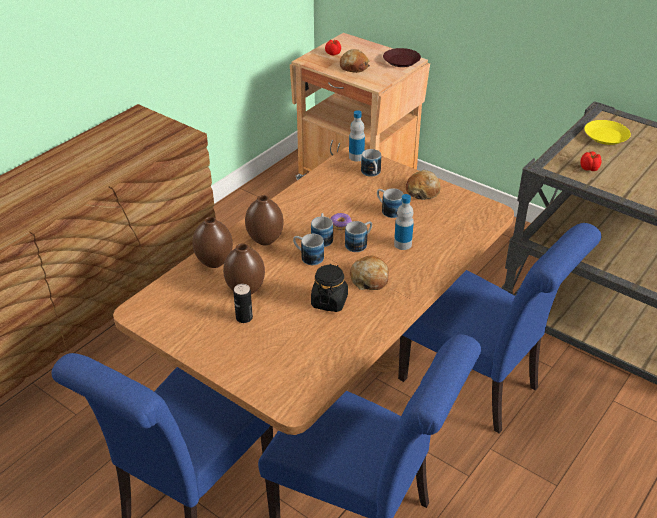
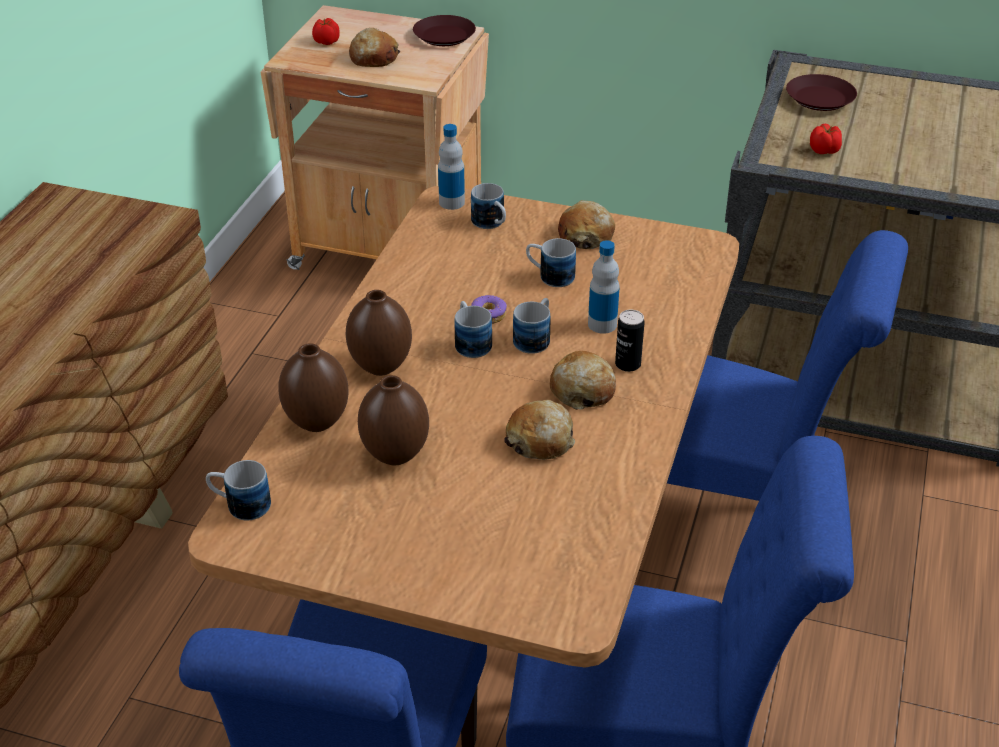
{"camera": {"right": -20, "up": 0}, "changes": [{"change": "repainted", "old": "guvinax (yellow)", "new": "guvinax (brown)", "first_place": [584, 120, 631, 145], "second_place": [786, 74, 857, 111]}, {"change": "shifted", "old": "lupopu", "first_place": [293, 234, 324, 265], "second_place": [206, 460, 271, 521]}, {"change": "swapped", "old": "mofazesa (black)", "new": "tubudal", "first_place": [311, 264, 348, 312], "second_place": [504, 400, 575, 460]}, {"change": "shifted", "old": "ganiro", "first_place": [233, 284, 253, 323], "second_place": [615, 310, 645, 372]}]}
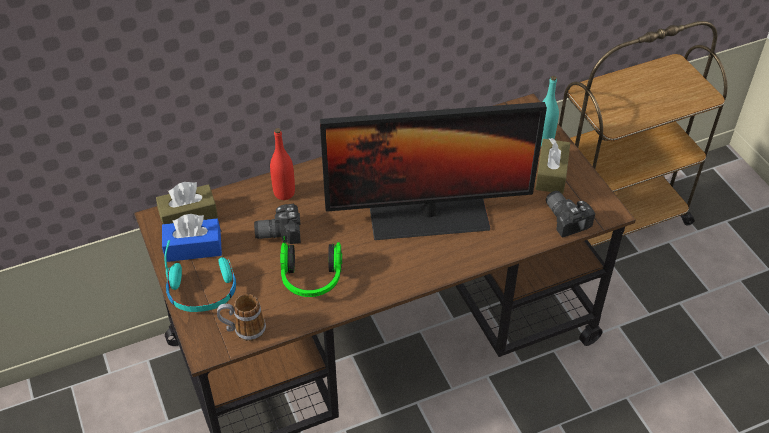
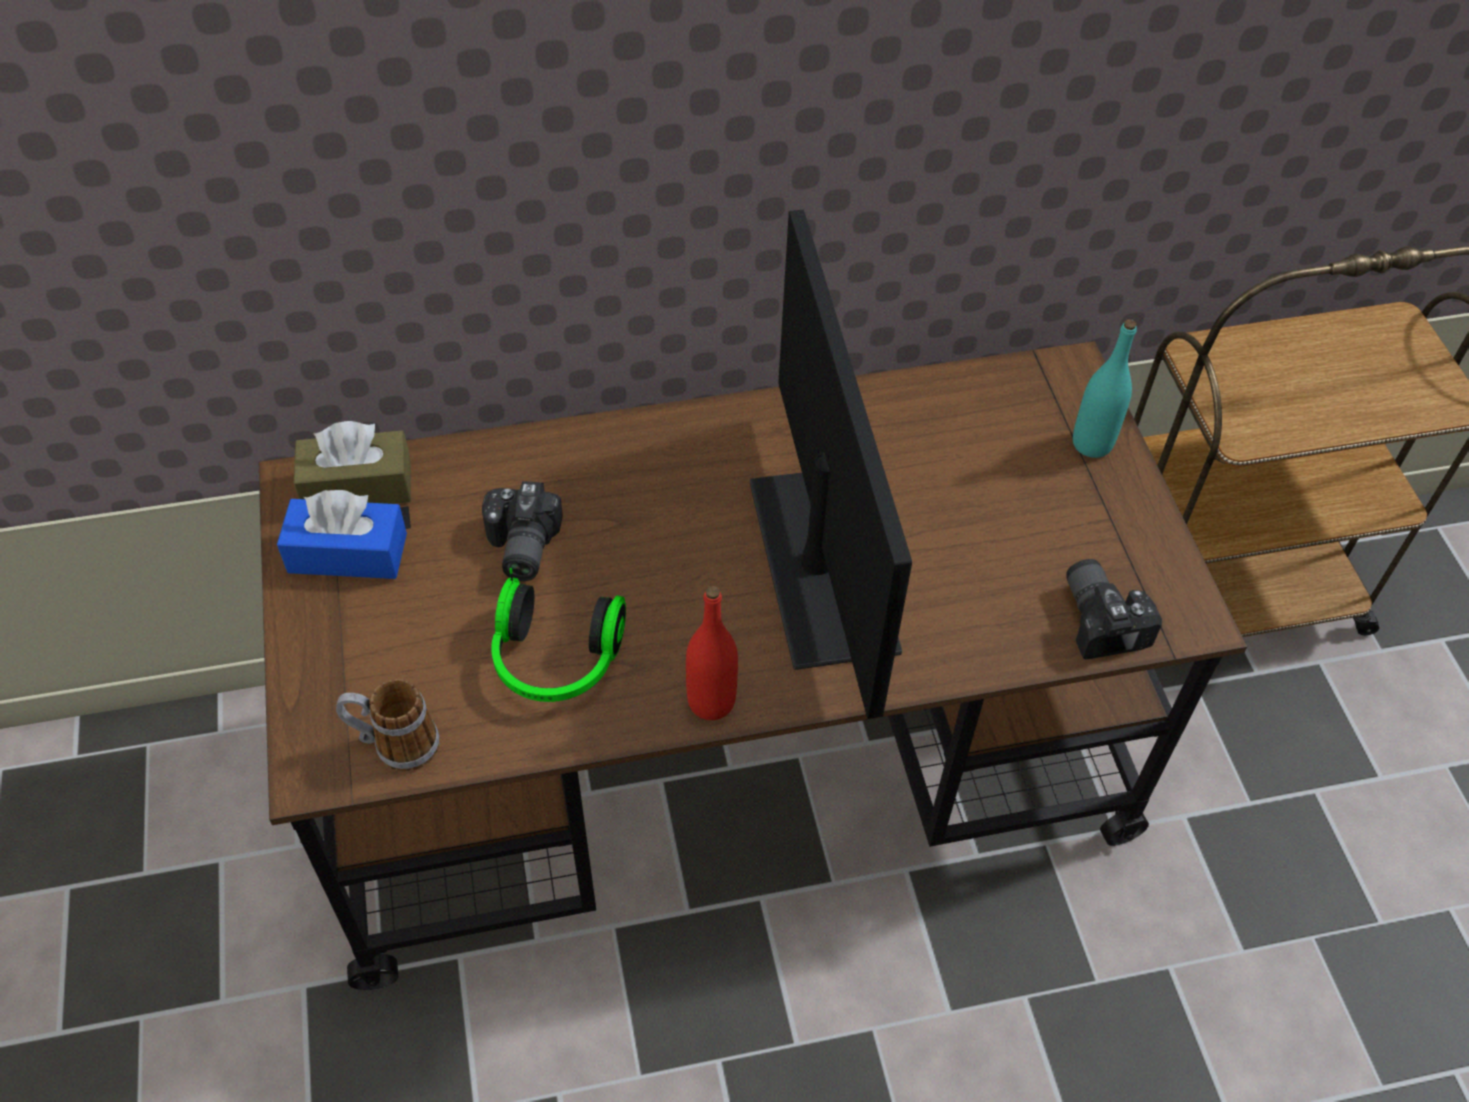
{"camera": {"right": 10, "up": 5}, "changes": [{"change": "rotated", "old": "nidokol", "first_place": [320, 102, 547, 240], "second_place": [750, 210, 912, 719], "degrees": -105}, {"change": "shifted", "old": "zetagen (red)", "first_place": [270, 128, 295, 200], "second_place": [686, 586, 738, 720]}, {"change": "gone", "old": "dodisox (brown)", "first_place": [535, 138, 570, 194]}, {"change": "rotated", "old": "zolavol", "first_place": [254, 204, 301, 244], "second_place": [482, 481, 563, 581], "degrees": -90}, {"change": "gone", "old": "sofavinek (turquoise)", "first_place": [165, 240, 236, 312]}]}
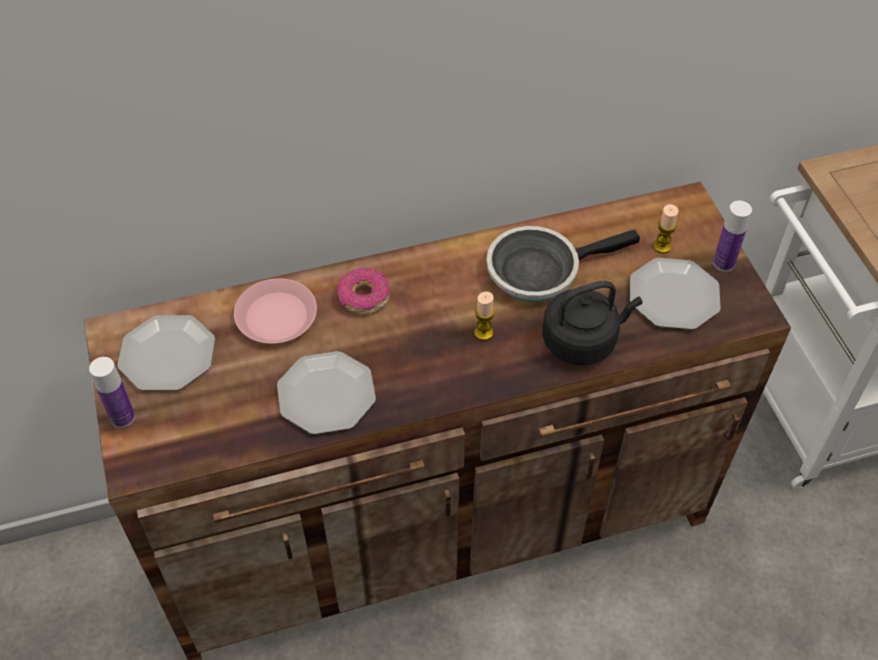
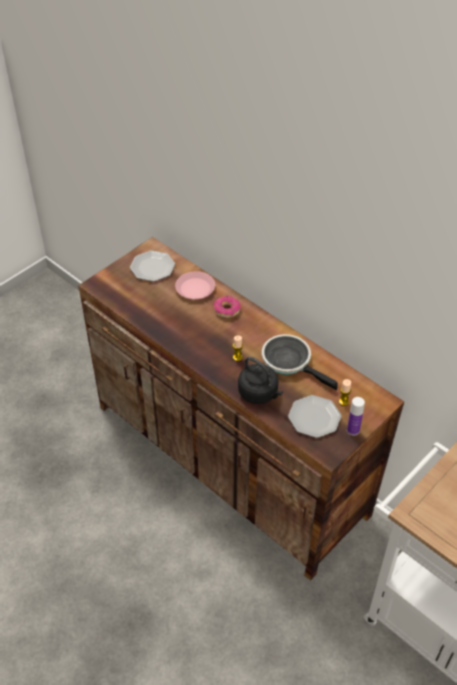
{"camera": {"right": 60, "up": -5}, "changes": [{"change": "gone", "old": "guvinax", "first_place": [277, 351, 376, 435]}, {"change": "gone", "old": "zetagen", "first_place": [89, 357, 135, 428]}]}
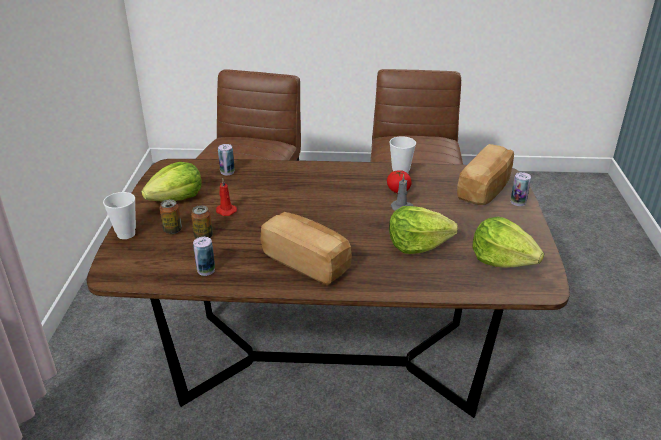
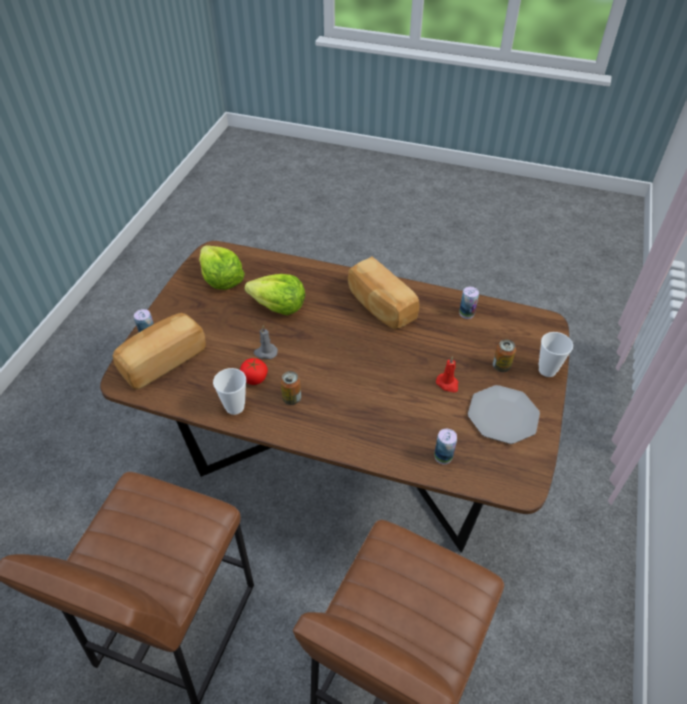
{"camera": {"right": -165, "up": 15}, "changes": [{"change": "swapped", "old": "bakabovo", "new": "guvinax", "first_place": [141, 162, 202, 201], "second_place": [468, 385, 540, 444]}, {"change": "shifted", "old": "ganiro", "first_place": [191, 205, 213, 238], "second_place": [280, 371, 301, 405]}]}
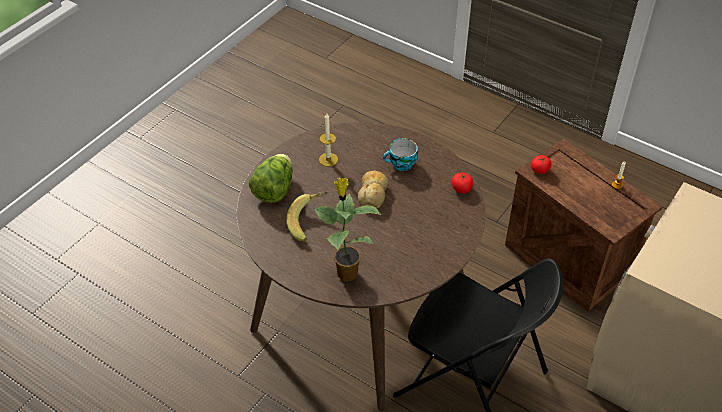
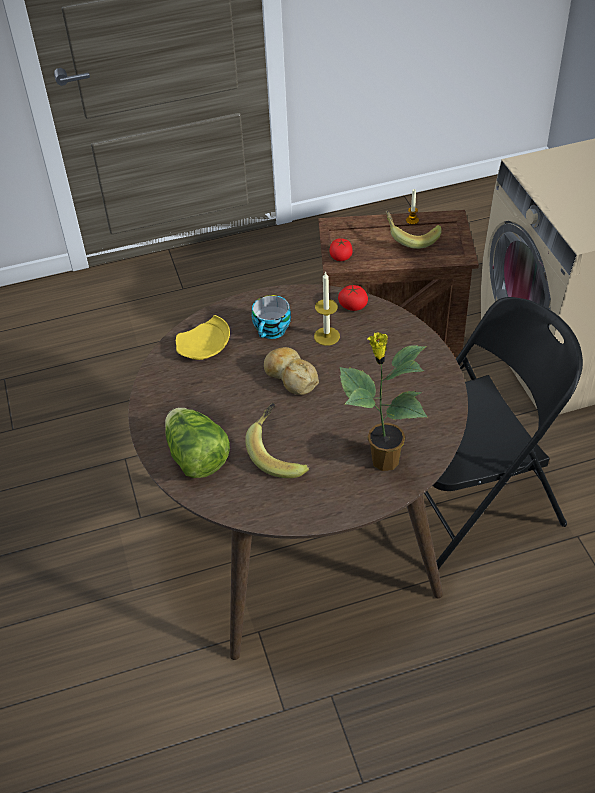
{"camera": {"right": -50, "up": 0}, "changes": [{"change": "shifted", "old": "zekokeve", "first_place": [319, 113, 338, 167], "second_place": [314, 271, 340, 346]}, {"change": "new", "new": "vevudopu", "second_place": [386, 211, 442, 249]}, {"change": "new", "new": "guvinax (yellow)", "second_place": [176, 315, 230, 360]}]}
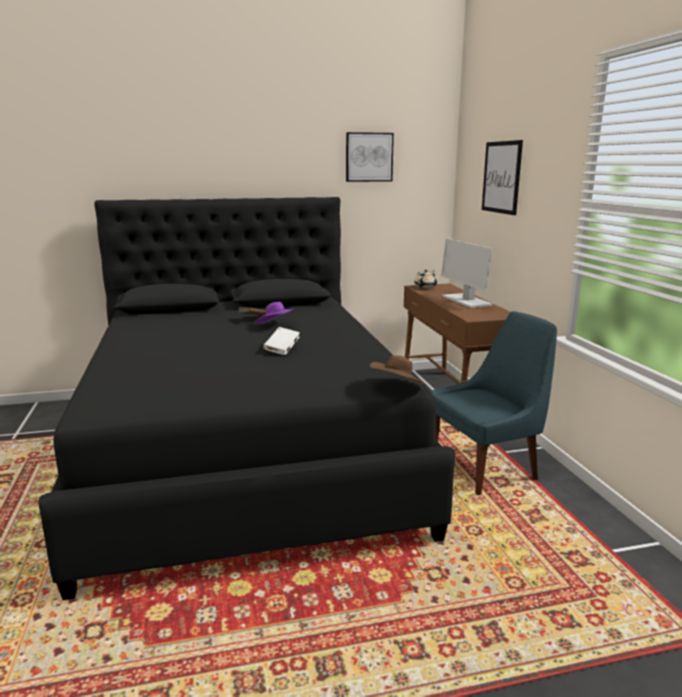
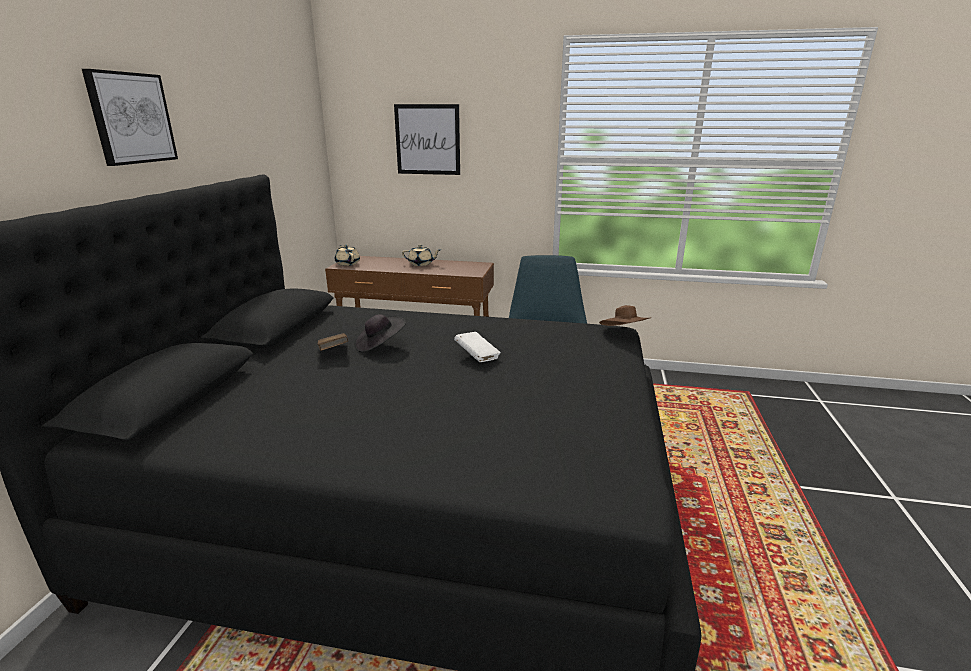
{"camera": {"right": -65, "up": 5}, "changes": [{"change": "shifted", "old": "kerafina", "first_place": [346, 132, 394, 182], "second_place": [82, 69, 178, 166]}, {"change": "swapped", "old": "nidokol", "new": "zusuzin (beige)", "first_place": [441, 238, 493, 308], "second_place": [402, 245, 441, 266]}, {"change": "repainted", "old": "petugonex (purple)", "new": "petugonex (black)", "first_place": [255, 302, 294, 324], "second_place": [355, 314, 406, 352]}]}
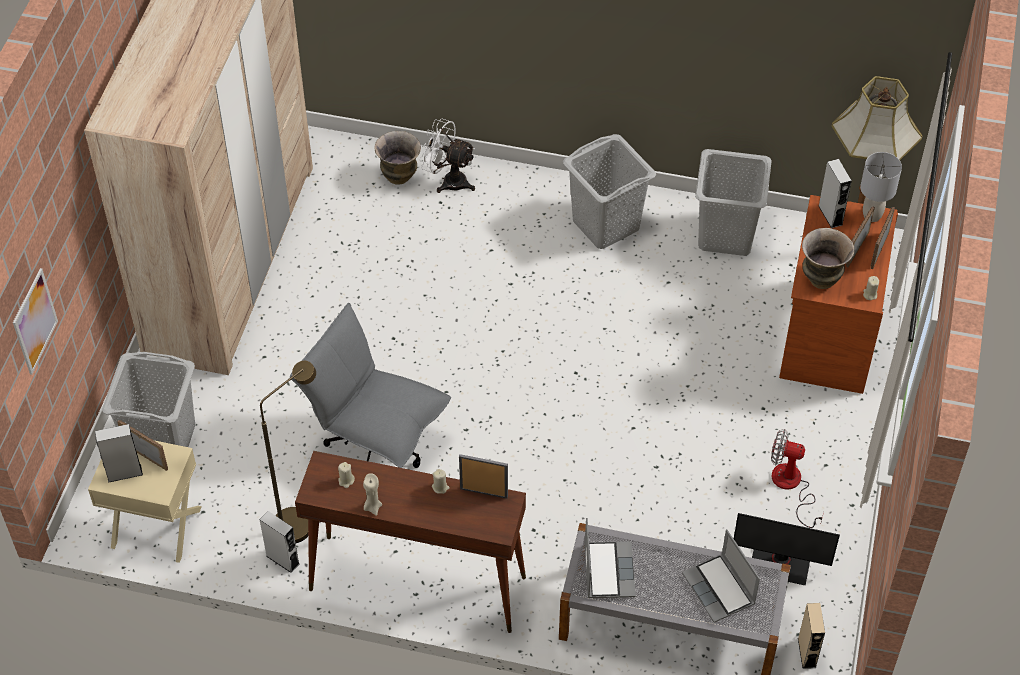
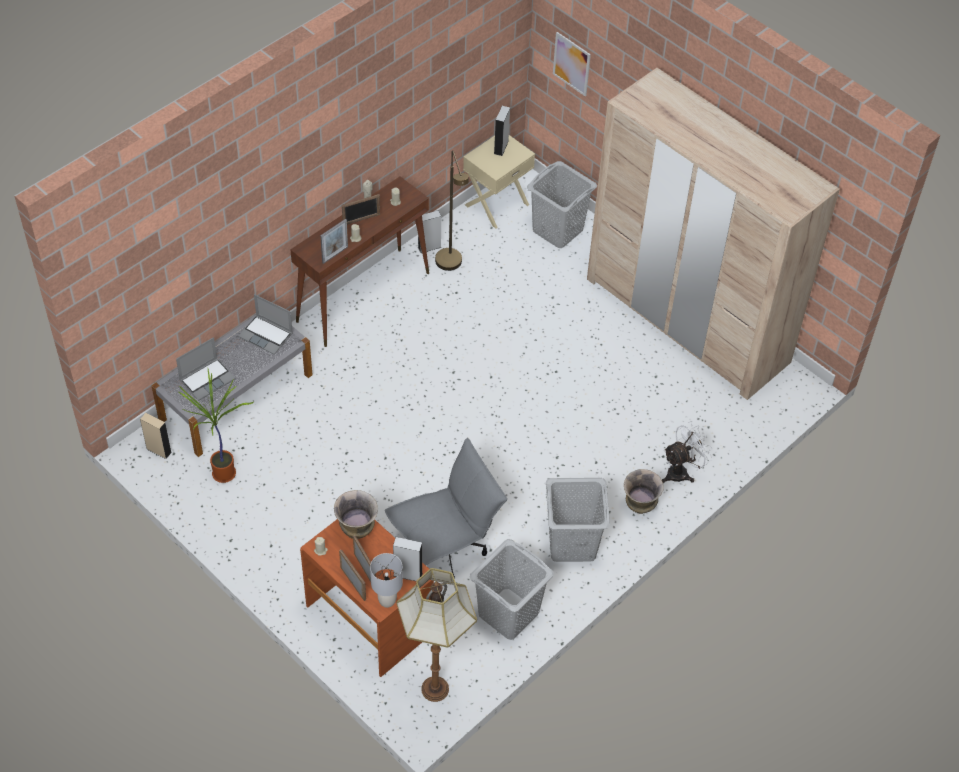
{"camera": {"right": 120, "up": 0}, "changes": [{"change": "shifted", "old": "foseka", "first_place": [374, 131, 421, 185], "second_place": [624, 469, 664, 514]}, {"change": "shifted", "old": "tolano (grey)", "first_place": [290, 303, 451, 468], "second_place": [385, 438, 507, 578]}, {"change": "shifted", "old": "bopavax", "first_place": [117, 420, 168, 471], "second_place": [342, 194, 380, 225]}, {"change": "gone", "old": "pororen", "first_place": [771, 429, 824, 528]}, {"change": "swapped", "old": "nidokol", "new": "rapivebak", "first_place": [734, 513, 840, 585], "second_place": [179, 369, 253, 483]}, {"change": "rotated", "old": "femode", "first_place": [682, 529, 760, 623], "second_place": [176, 337, 236, 401], "degrees": 135}]}
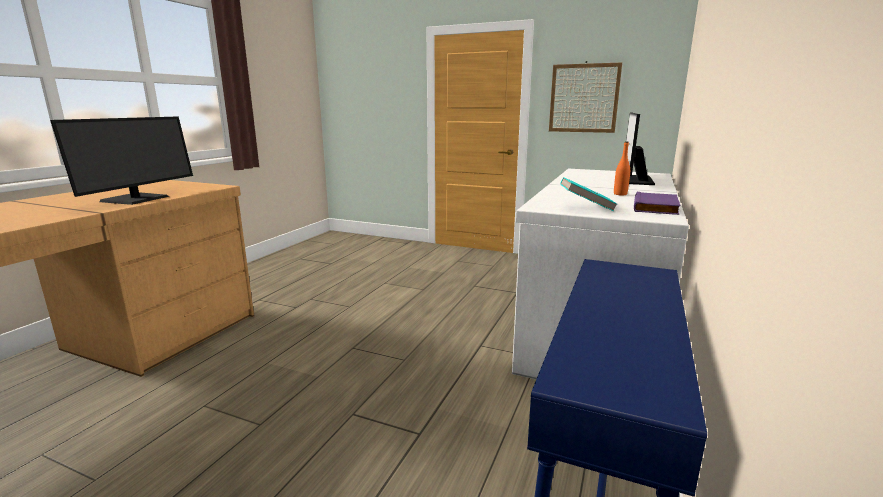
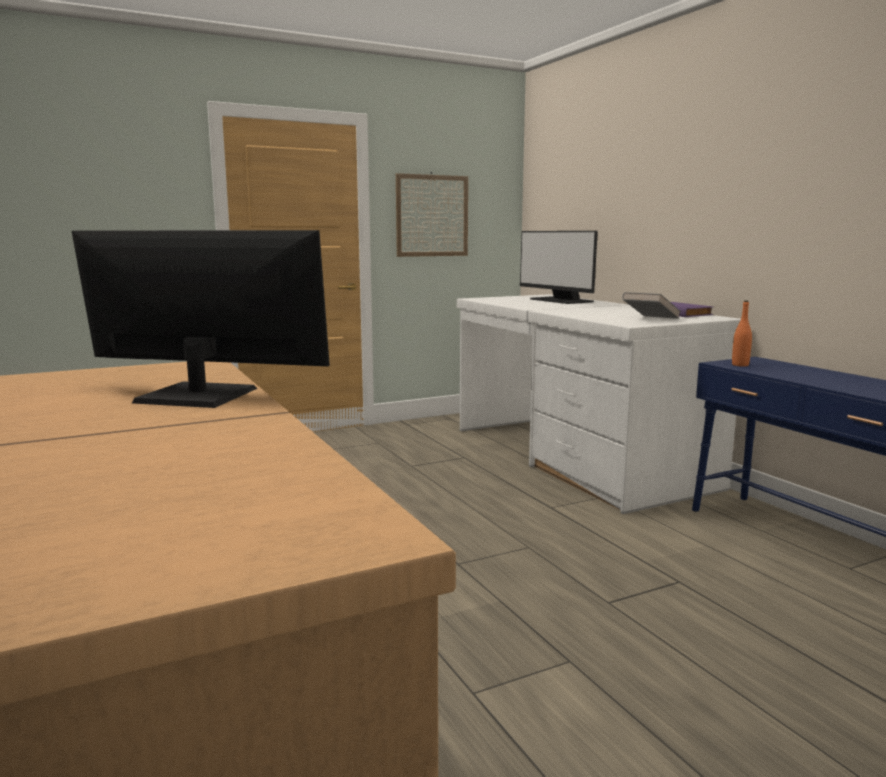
{"camera": {"right": -50, "up": -5}, "changes": [{"change": "rotated", "old": "nidokol", "first_place": [50, 116, 193, 205], "second_place": [72, 230, 330, 408], "degrees": -45}, {"change": "shifted", "old": "zetagen (orange)", "first_place": [614, 141, 630, 195], "second_place": [732, 301, 752, 367]}, {"change": "repainted", "old": "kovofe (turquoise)", "new": "kovofe (grey)", "first_place": [560, 177, 618, 211], "second_place": [622, 292, 681, 319]}]}
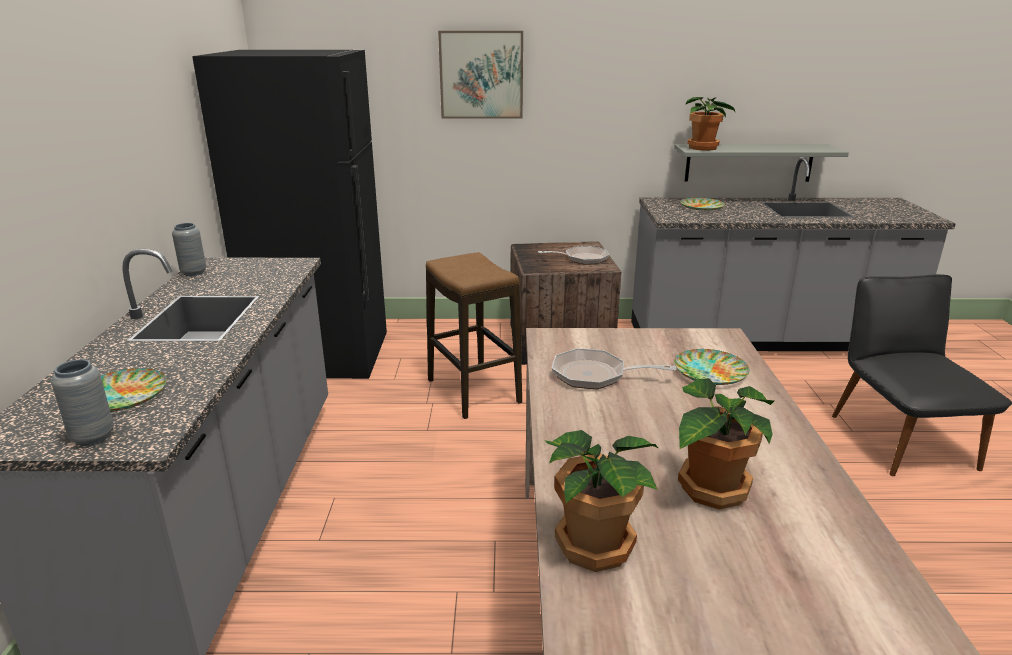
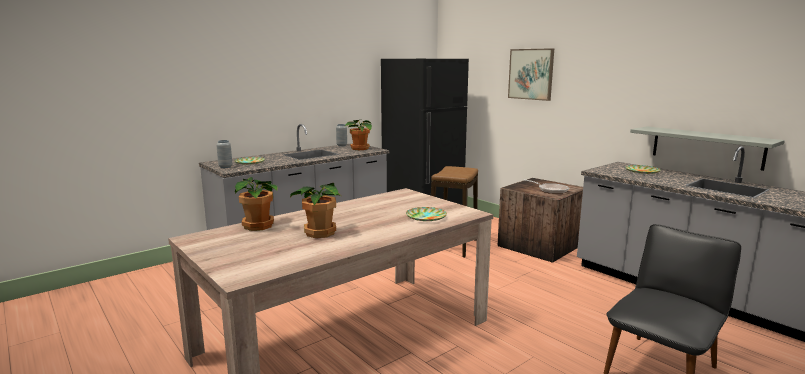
{"camera": {"right": 50, "up": -10}, "changes": [{"change": "shifted", "old": "rapivebak", "first_place": [686, 97, 735, 151], "second_place": [345, 120, 372, 150]}, {"change": "gone", "old": "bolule", "first_place": [552, 348, 676, 389]}]}
